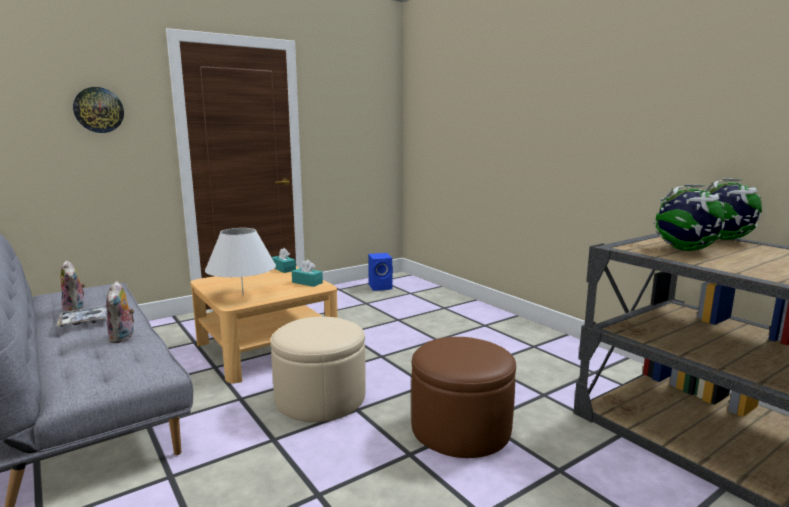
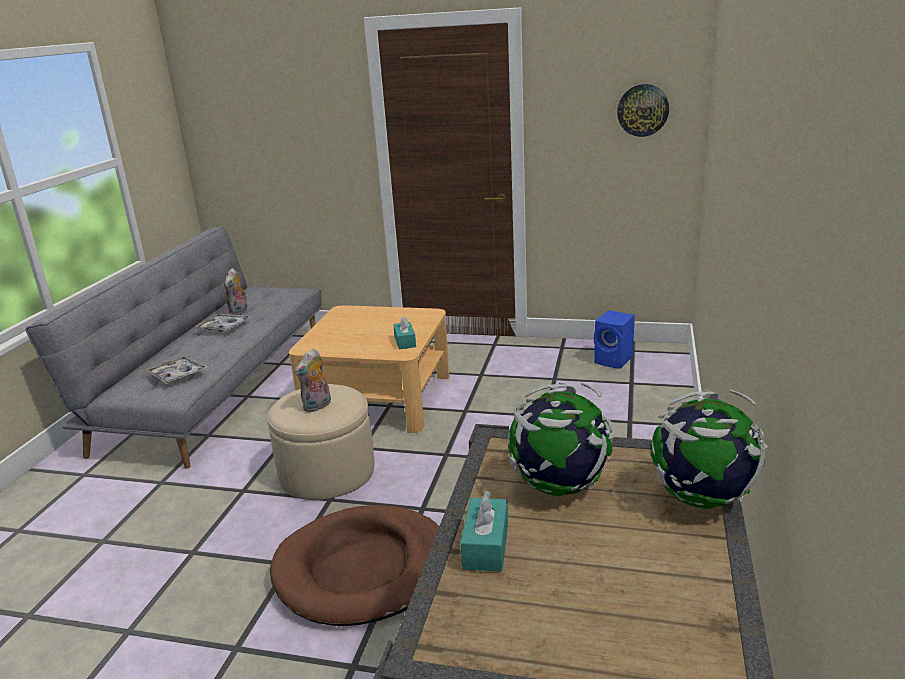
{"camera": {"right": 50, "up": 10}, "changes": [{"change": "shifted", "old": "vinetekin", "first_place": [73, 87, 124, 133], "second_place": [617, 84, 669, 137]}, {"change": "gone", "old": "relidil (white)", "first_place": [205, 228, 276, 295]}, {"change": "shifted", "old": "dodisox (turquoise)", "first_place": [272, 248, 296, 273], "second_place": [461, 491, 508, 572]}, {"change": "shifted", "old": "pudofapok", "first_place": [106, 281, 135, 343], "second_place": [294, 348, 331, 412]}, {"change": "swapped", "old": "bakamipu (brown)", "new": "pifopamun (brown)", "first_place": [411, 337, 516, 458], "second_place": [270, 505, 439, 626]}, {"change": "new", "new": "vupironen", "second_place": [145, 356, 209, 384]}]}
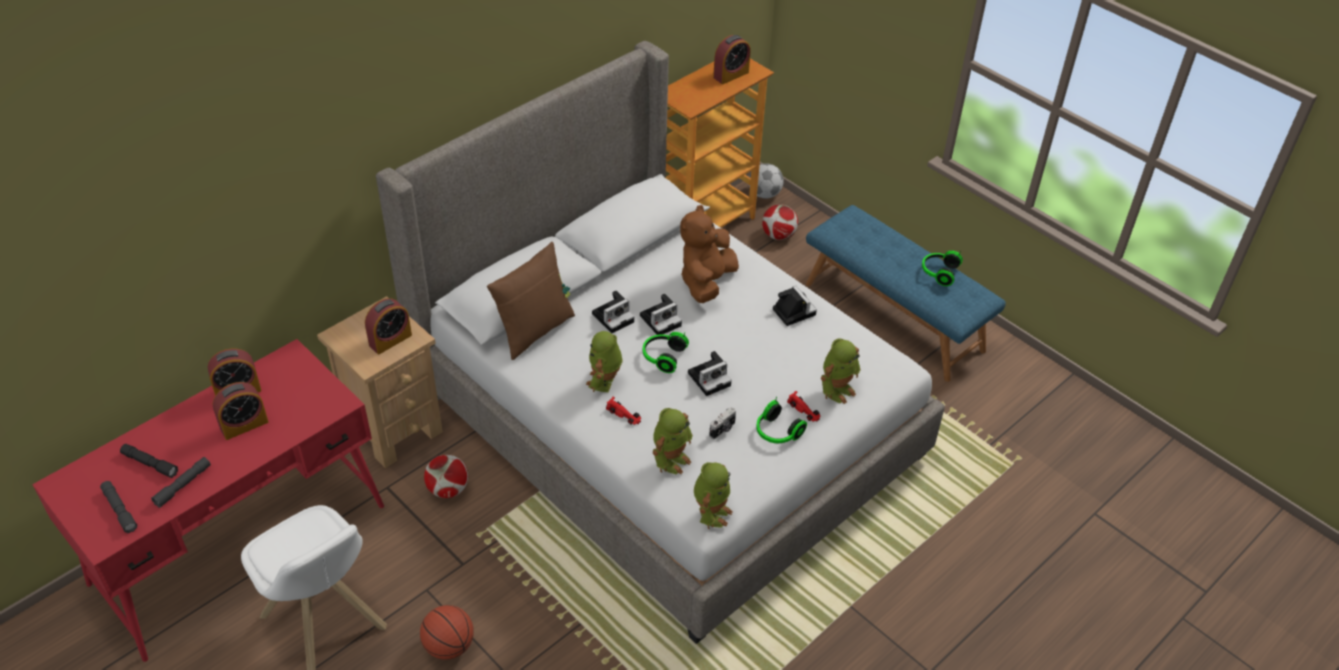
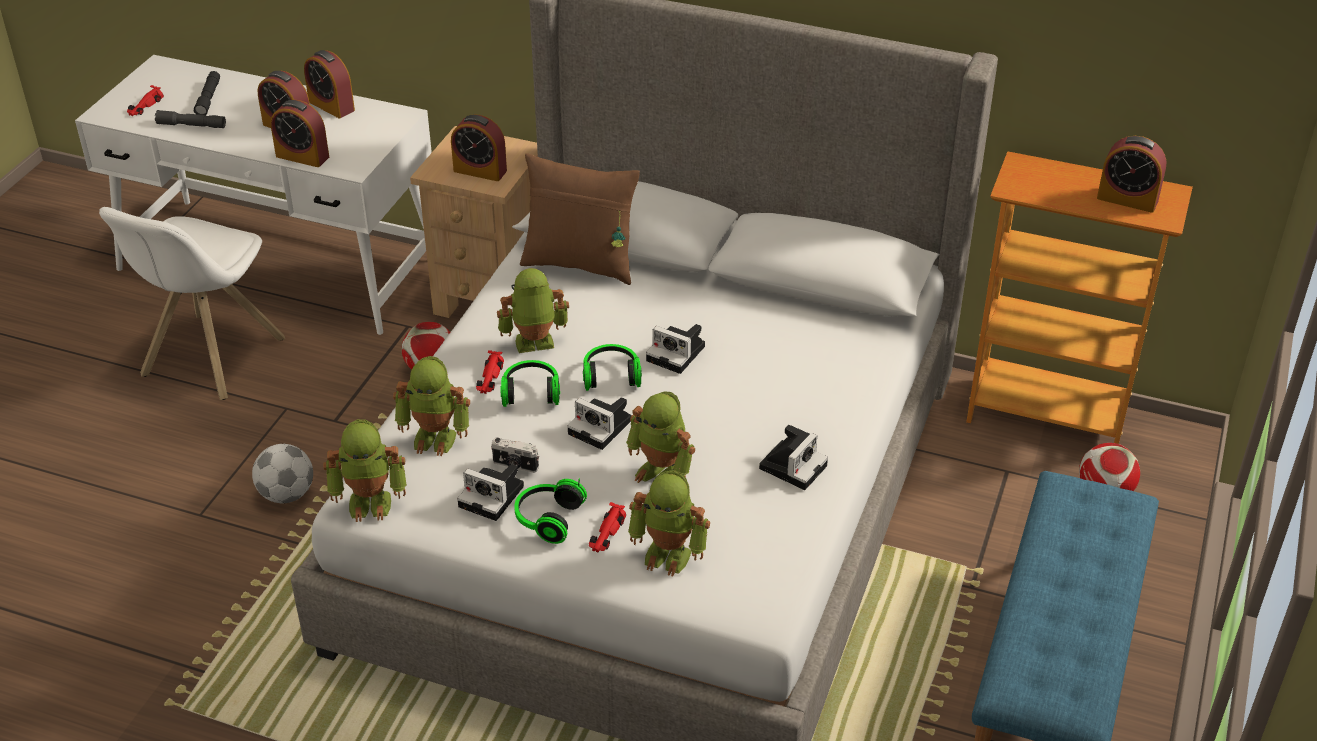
{"camera": {"right": 65, "up": -5}, "changes": [{"change": "shifted", "old": "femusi", "first_place": [749, 163, 784, 199], "second_place": [252, 444, 313, 504]}, {"change": "gone", "old": "pudofapok (brown)", "first_place": [680, 205, 739, 303]}, {"change": "shifted", "old": "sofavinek", "first_place": [922, 251, 963, 286], "second_place": [501, 360, 560, 407]}, {"change": "shifted", "old": "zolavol", "first_place": [592, 291, 634, 333], "second_place": [457, 464, 524, 521]}, {"change": "repainted", "old": "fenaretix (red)", "new": "fenaretix (white)", "first_place": [32, 339, 384, 662], "second_place": [75, 55, 432, 335]}, {"change": "swapped", "old": "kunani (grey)", "new": "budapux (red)", "first_place": [100, 481, 137, 533], "second_place": [127, 85, 164, 116]}, {"change": "gone", "old": "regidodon", "first_place": [420, 605, 474, 660]}, {"change": "new", "new": "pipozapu", "second_place": [271, 100, 329, 167]}, {"change": "new", "new": "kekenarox", "second_place": [626, 392, 695, 485]}]}
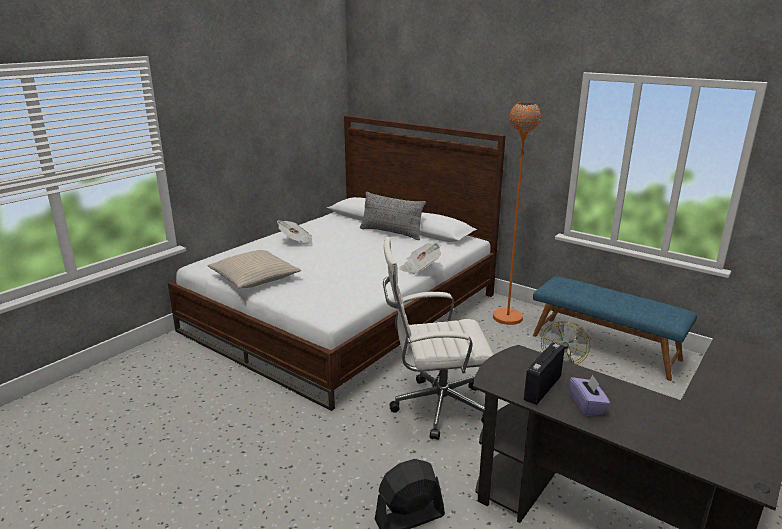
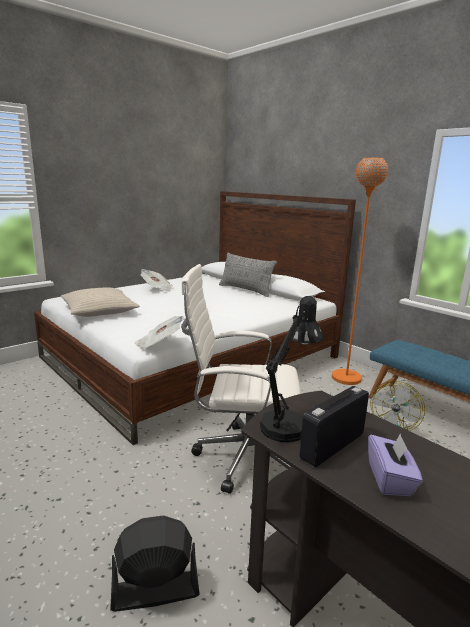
{"camera": {"right": 10, "up": -5}, "changes": [{"change": "shifted", "old": "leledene", "first_place": [399, 243, 441, 274], "second_place": [135, 316, 185, 350]}, {"change": "new", "new": "relidil (black)", "second_place": [260, 296, 323, 442]}]}
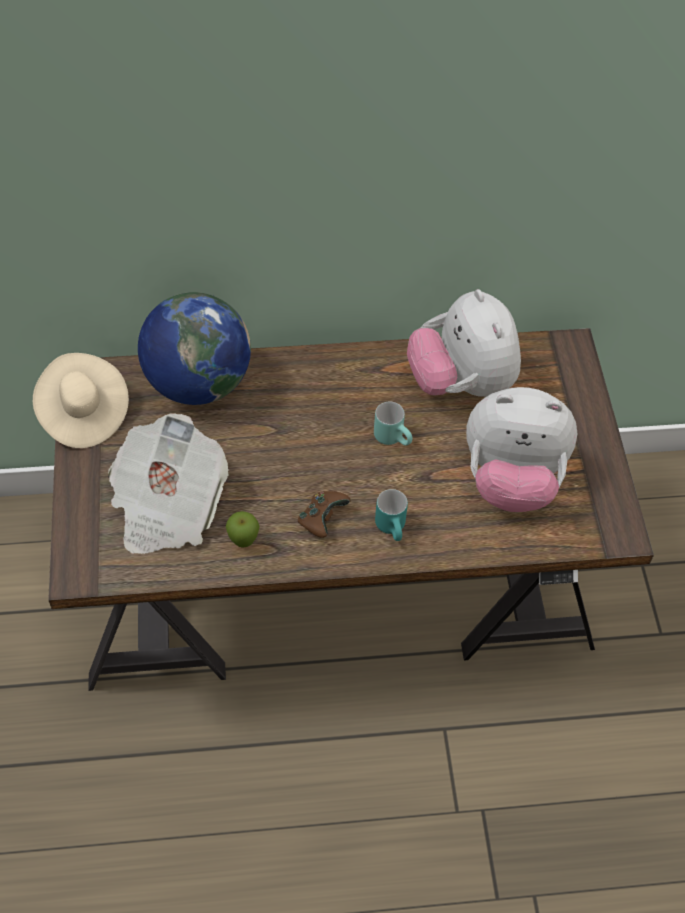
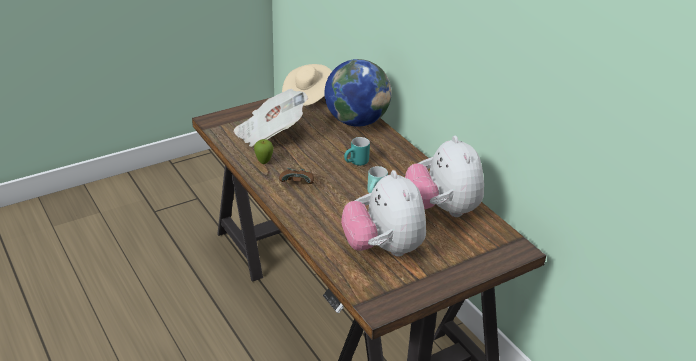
{"camera": {"right": 65, "up": -20}, "changes": [{"change": "rotated", "old": "pudofapok", "first_place": [407, 289, 521, 397], "second_place": [405, 136, 484, 217], "degrees": -60}, {"change": "shifted", "old": "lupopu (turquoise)", "first_place": [375, 489, 408, 541], "second_place": [344, 137, 370, 166]}]}
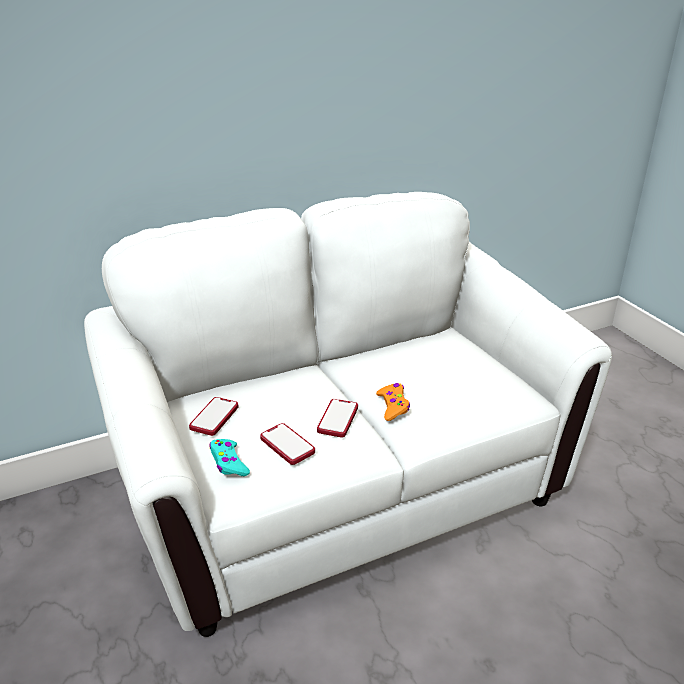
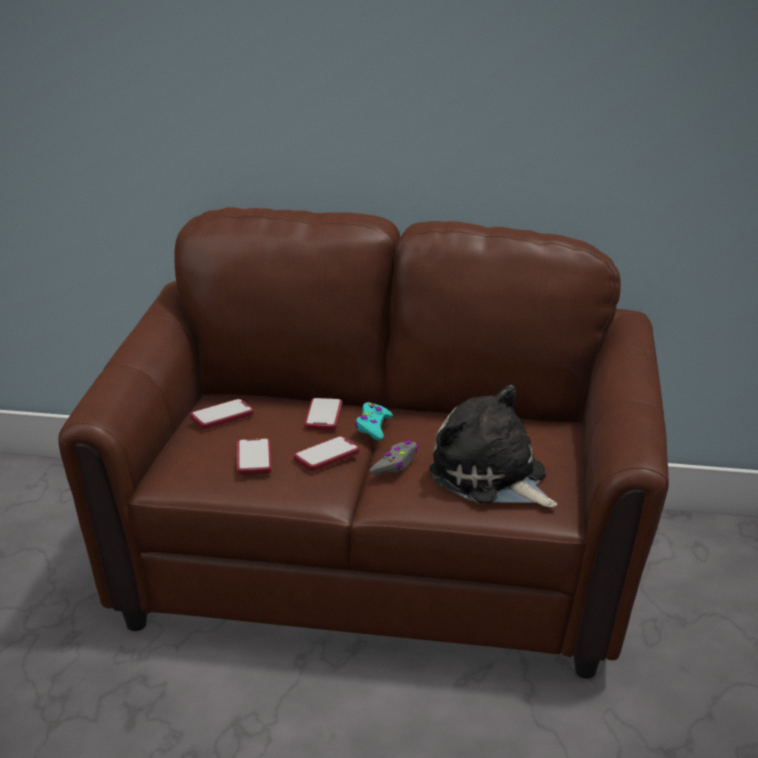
{"camera": {"right": 35, "up": -5}, "changes": [{"change": "repainted", "old": "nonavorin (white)", "new": "nonavorin (brown)", "first_place": [84, 192, 612, 637], "second_place": [58, 207, 669, 679]}, {"change": "repainted", "old": "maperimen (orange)", "new": "maperimen (grey)", "first_place": [376, 383, 410, 421], "second_place": [370, 440, 418, 475]}, {"change": "shifted", "old": "maperimen (turquoise)", "first_place": [209, 439, 250, 476], "second_place": [355, 402, 393, 440]}, {"change": "new", "new": "pudofapok", "second_place": [429, 385, 557, 507]}, {"change": "new", "new": "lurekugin", "second_place": [304, 398, 342, 431]}]}
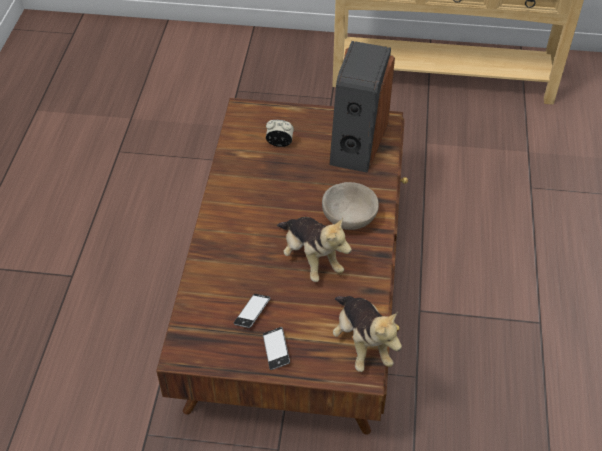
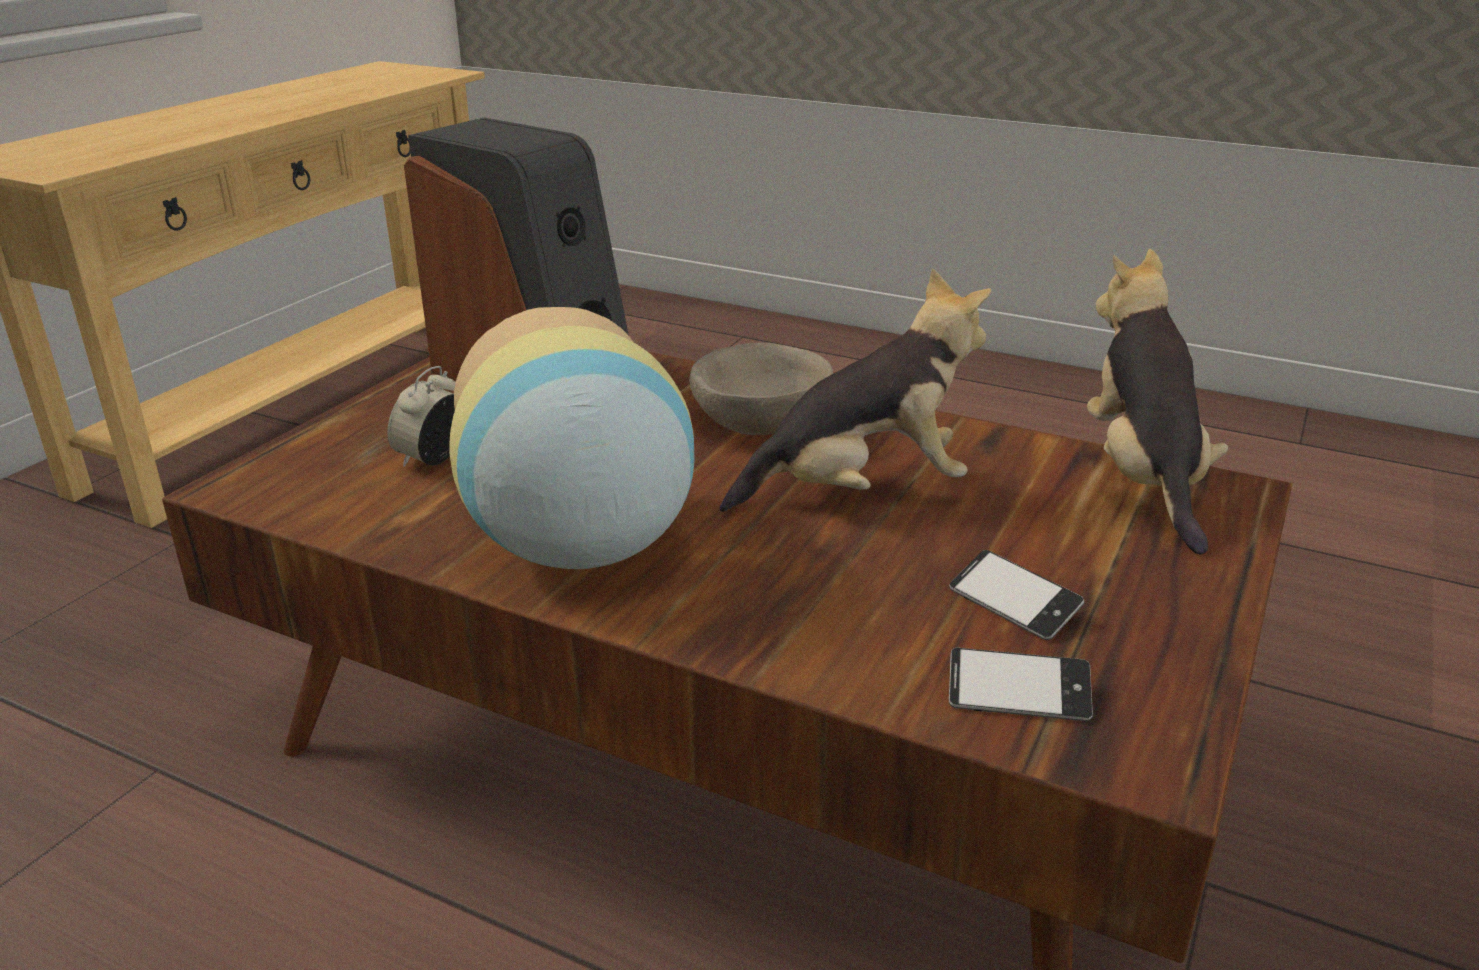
{"camera": {"right": -70, "up": -20}, "changes": [{"change": "rotated", "old": "pudofapok", "first_place": [333, 296, 402, 372], "second_place": [1087, 249, 1228, 555], "degrees": -90}, {"change": "shifted", "old": "lurekugin", "first_place": [263, 327, 290, 370], "second_place": [949, 648, 1093, 721]}, {"change": "new", "new": "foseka", "second_place": [449, 307, 694, 569]}]}
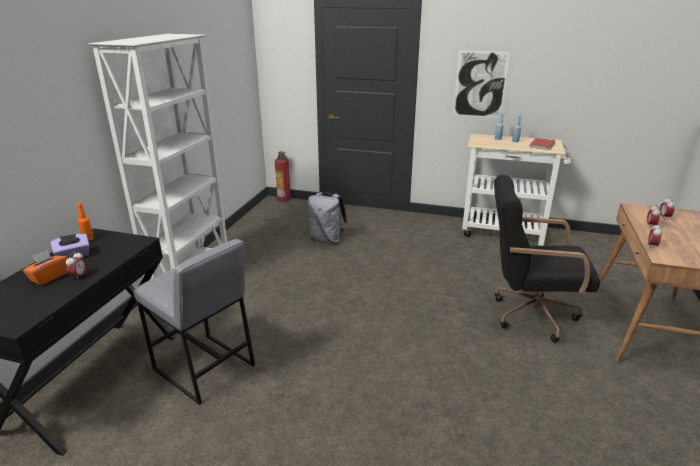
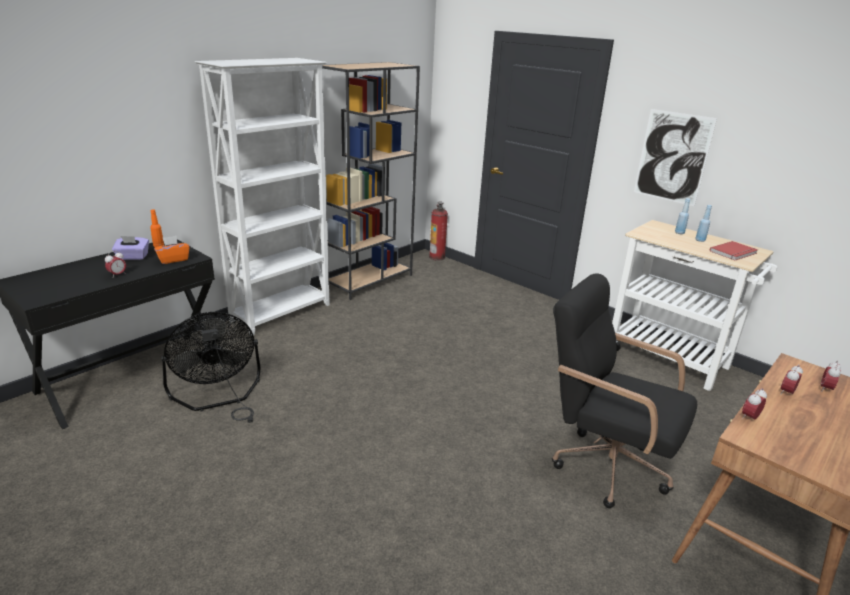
{"camera": {"right": 25, "up": 0}, "changes": [{"change": "gone", "old": "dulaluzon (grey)", "first_place": [307, 192, 347, 244]}, {"change": "swapped", "old": "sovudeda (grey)", "new": "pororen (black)", "first_place": [134, 239, 255, 405], "second_place": [161, 312, 260, 423]}, {"change": "shifted", "old": "dodisox (orange)", "first_place": [23, 250, 68, 285], "second_place": [154, 236, 190, 264]}, {"change": "new", "new": "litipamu", "second_place": [322, 62, 420, 300]}]}
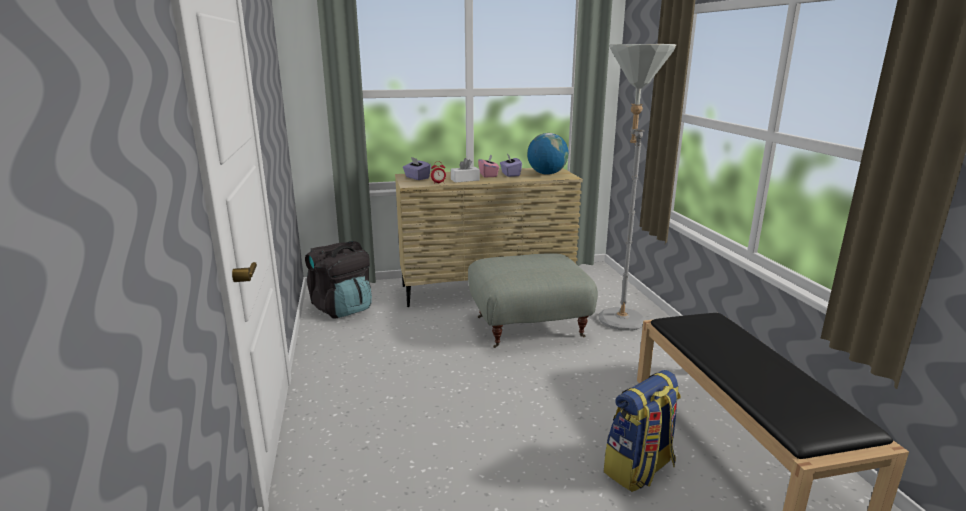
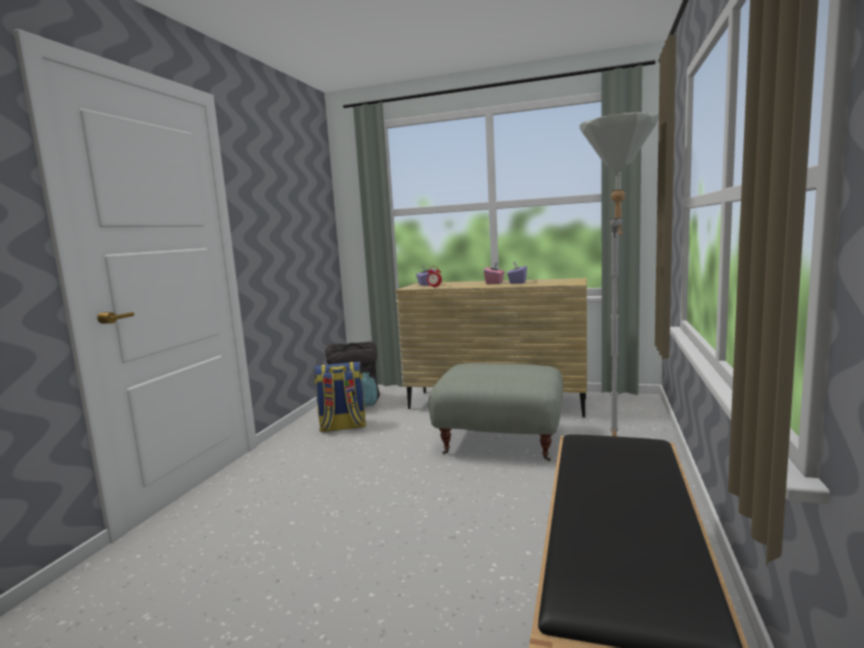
{"camera": {"right": 30, "up": -10}, "changes": [{"change": "gone", "old": "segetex", "first_place": [527, 133, 569, 175]}, {"change": "gone", "old": "dodisox (white)", "first_place": [451, 158, 480, 183]}, {"change": "shifted", "old": "dulaluzon", "first_place": [604, 370, 681, 492], "second_place": [314, 362, 366, 432]}]}
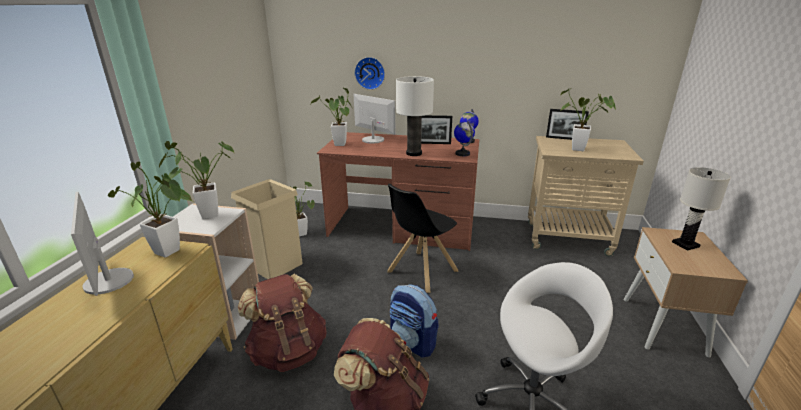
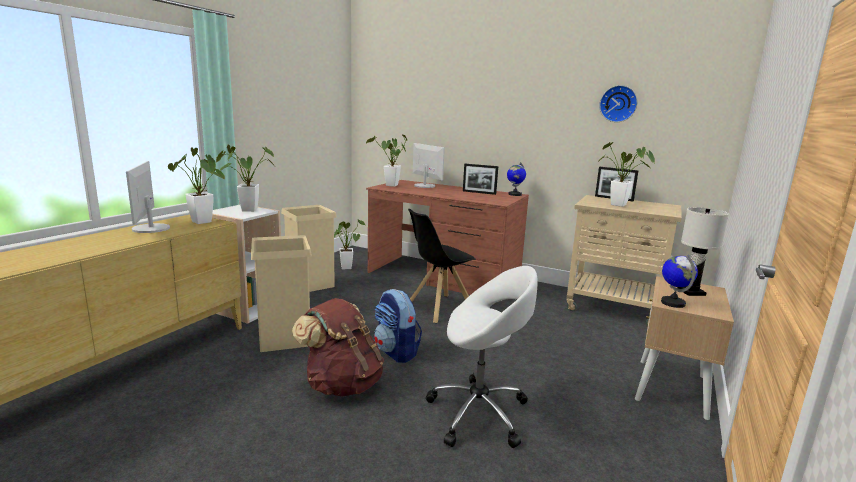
{"camera": {"right": 15, "up": -10}, "changes": [{"change": "shifted", "old": "vinetekin", "first_place": [354, 57, 385, 90], "second_place": [599, 85, 638, 122]}, {"change": "gone", "old": "relidil (white)", "first_place": [396, 76, 434, 156]}, {"change": "shifted", "old": "segetex", "first_place": [454, 121, 475, 156], "second_place": [661, 255, 698, 308]}, {"change": "swapped", "old": "dulaluzon (brown)", "new": "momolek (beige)", "first_place": [238, 274, 327, 372], "second_place": [251, 235, 312, 352]}]}
